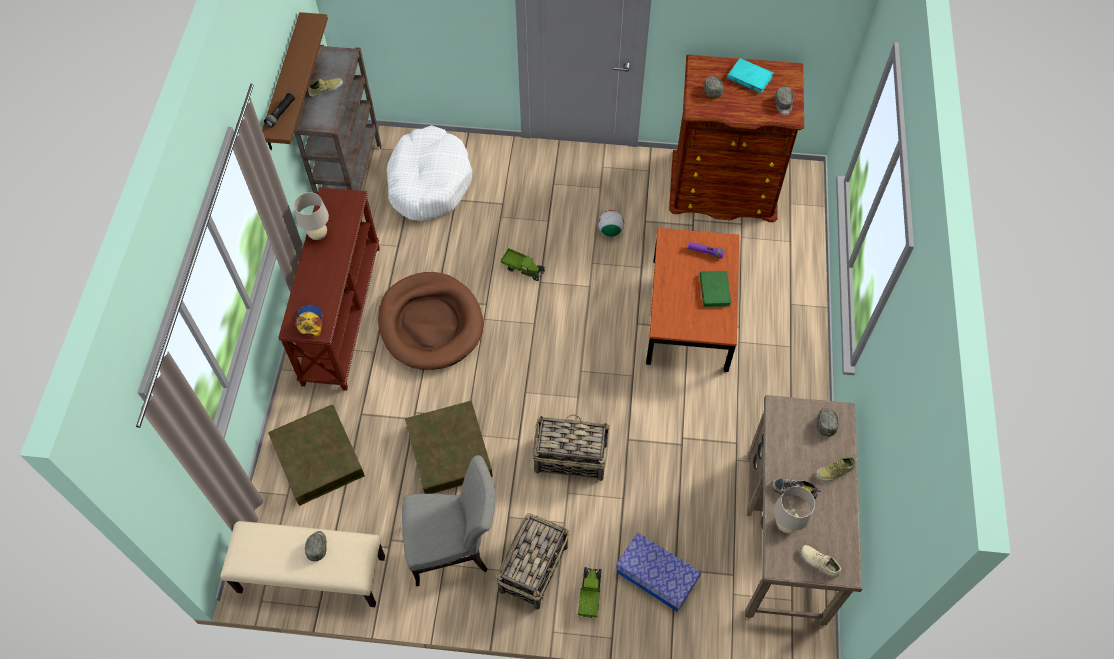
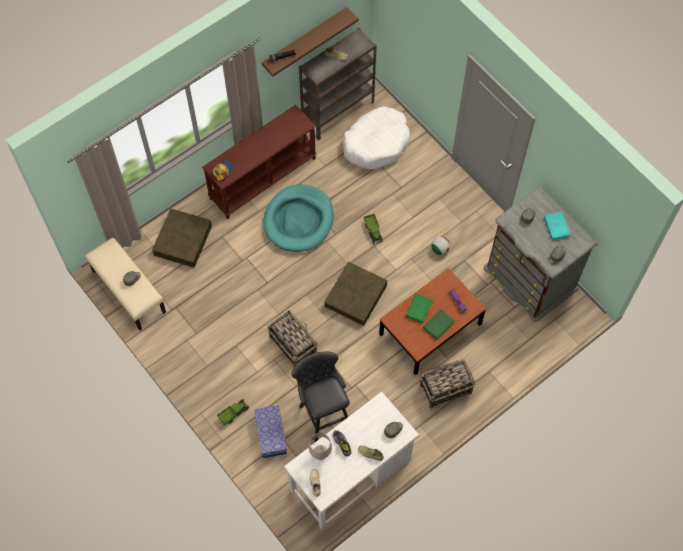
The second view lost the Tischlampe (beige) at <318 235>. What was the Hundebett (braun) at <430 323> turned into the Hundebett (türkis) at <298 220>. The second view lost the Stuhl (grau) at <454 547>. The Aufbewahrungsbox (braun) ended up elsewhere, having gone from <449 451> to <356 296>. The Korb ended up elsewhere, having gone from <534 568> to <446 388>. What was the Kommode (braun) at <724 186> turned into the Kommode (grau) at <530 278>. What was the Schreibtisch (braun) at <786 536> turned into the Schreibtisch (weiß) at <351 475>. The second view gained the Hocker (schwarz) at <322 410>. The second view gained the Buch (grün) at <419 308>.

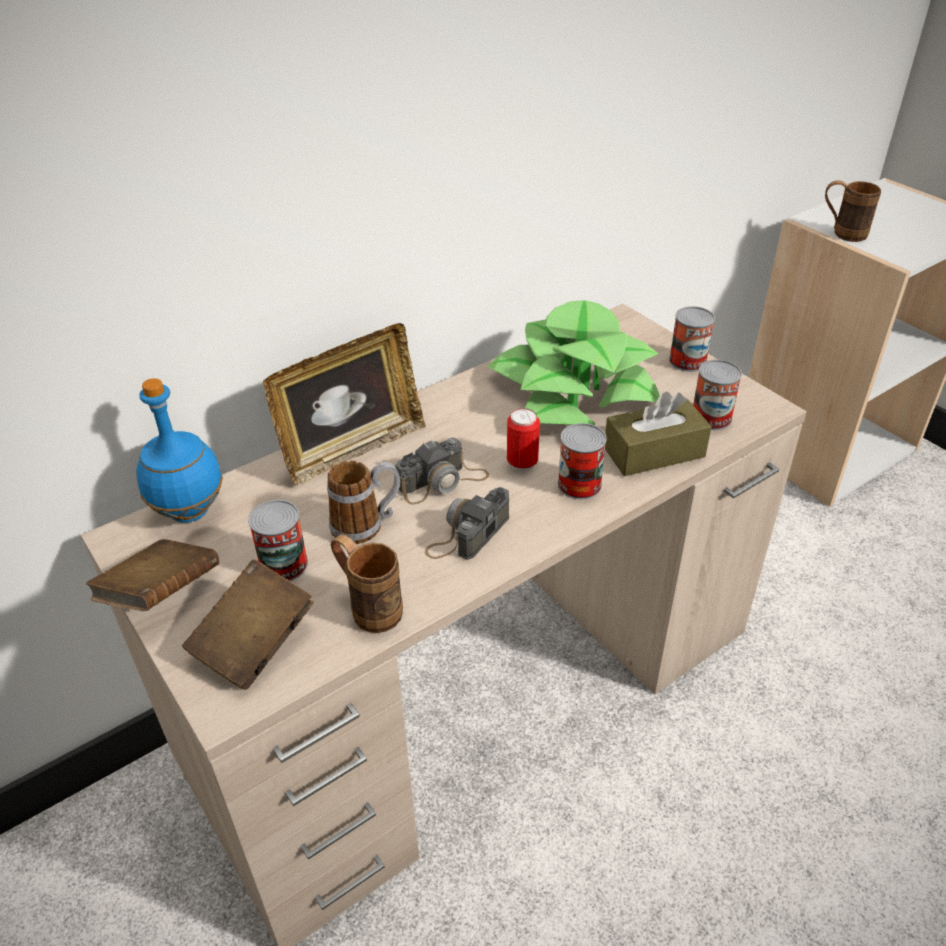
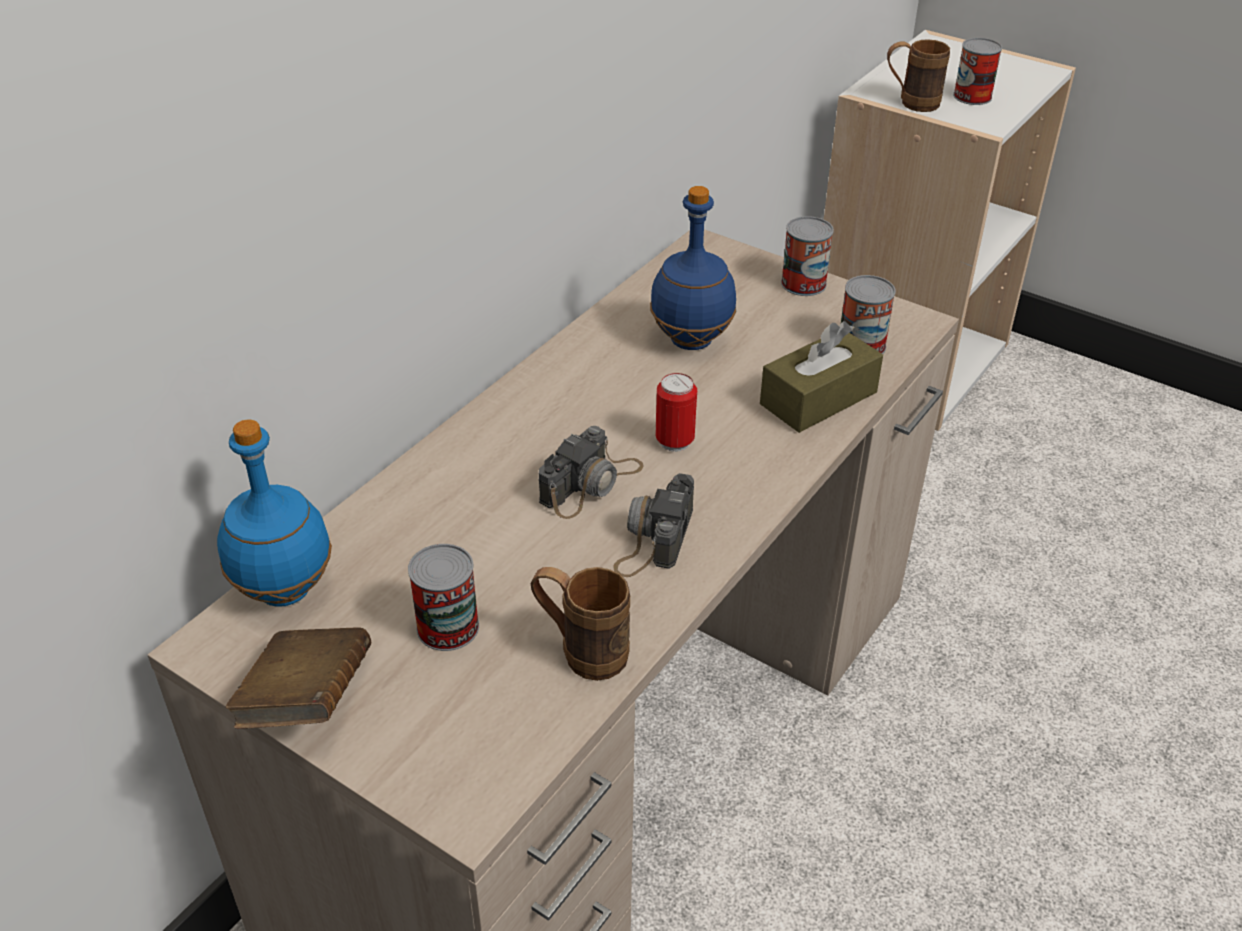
The second view lost the Buch (braun) at <254 643>. The second view lost the Bilderrahmen at <352 449>. The second view lost the Henkelbecher at <367 524>. Where the Topfpflanze stood at <574 389>, the Flasche (blau) came to stand at <690 341>. The Dose ended up elsewhere, having gone from <579 484> to <972 96>.

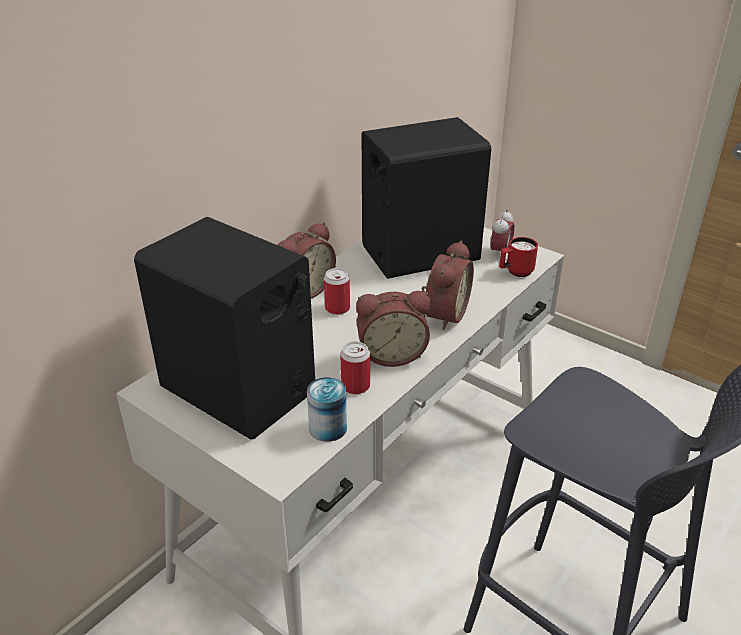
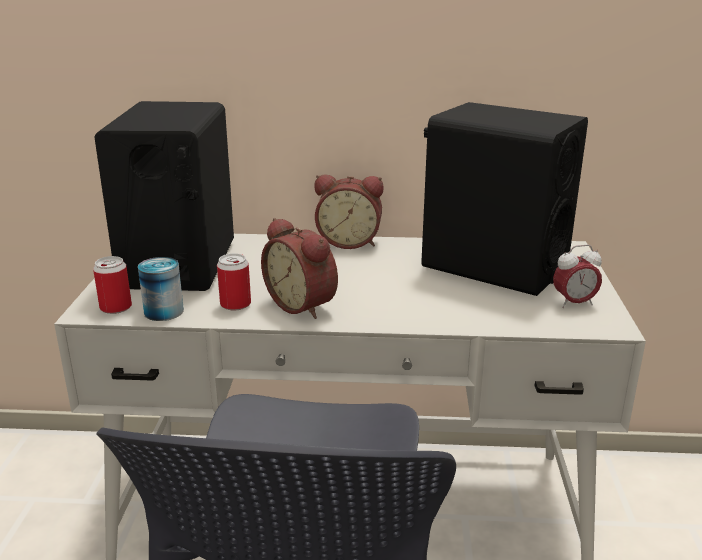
The Dose ended up elsewhere, having gone from <337 308> to <116 307>. The second view lost the Wecker at <443 314>. The second view lost the Henkelbecher (rot) at <515 272>.

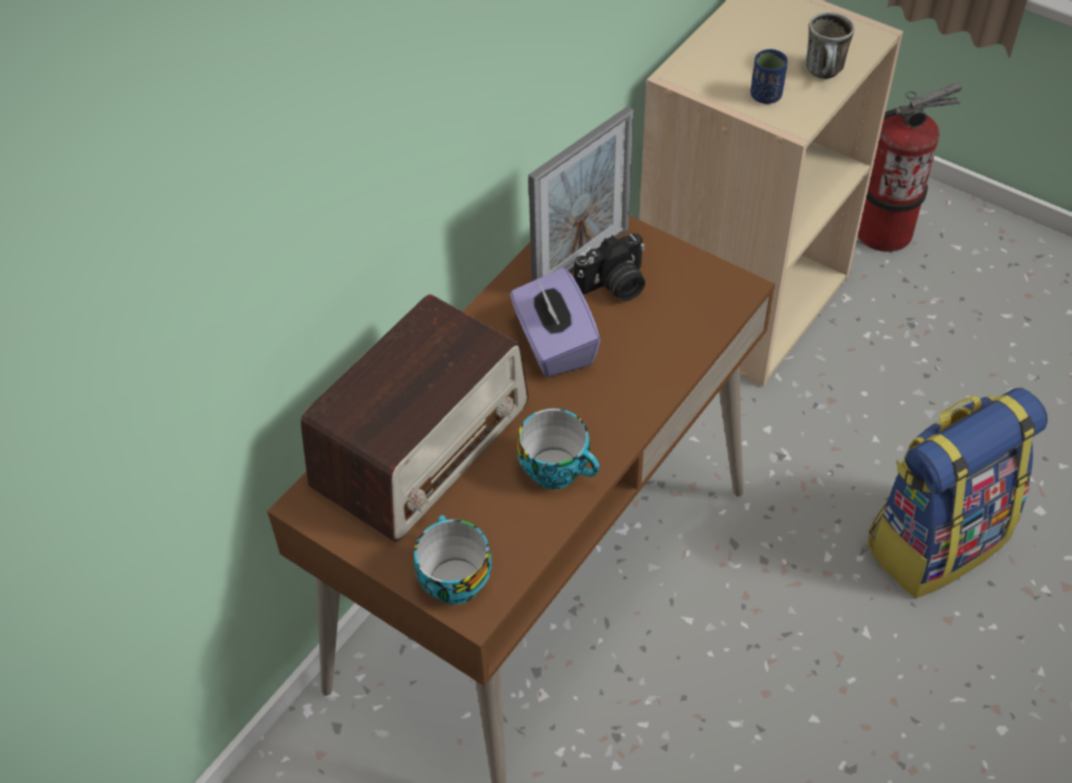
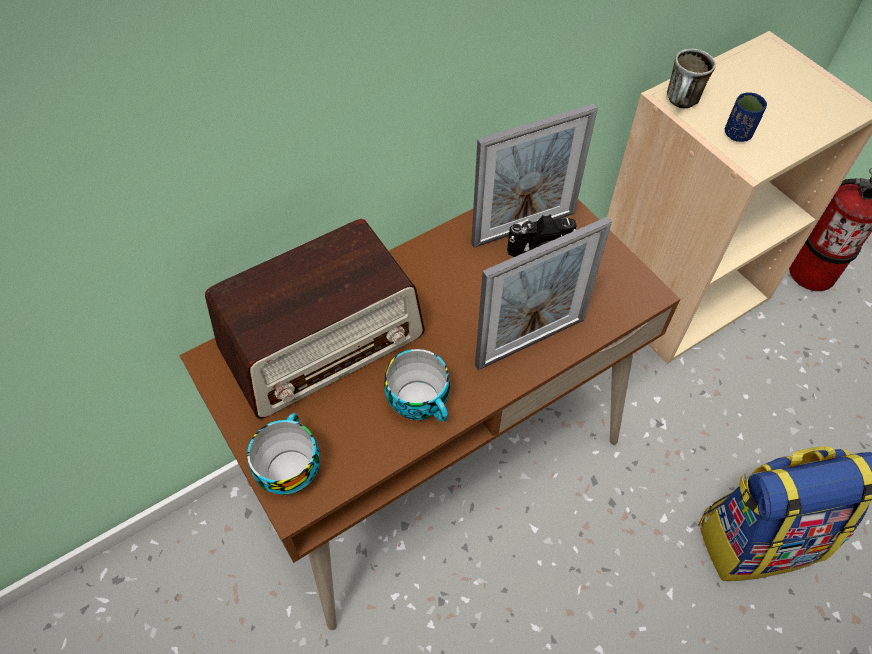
The second view lost the Taschentuchbox (lila) at <554 344>. The Henkelbecher ended up elsewhere, having gone from <826 74> to <682 104>. The second view gained the Bilderrahmen at <530 342>.

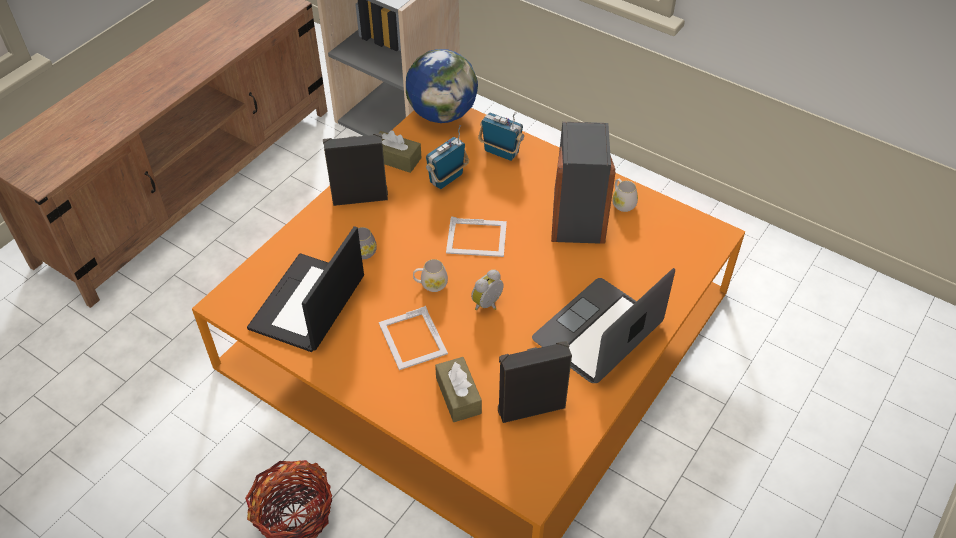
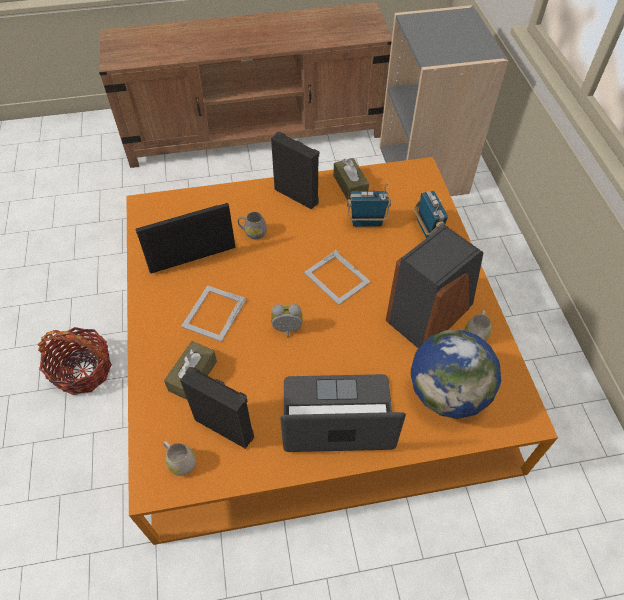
The Globus ended up elsewhere, having gone from <442 114> to <447 393>. The Henkelbecher (weiß) ended up elsewhere, having gone from <430 284> to <179 461>.

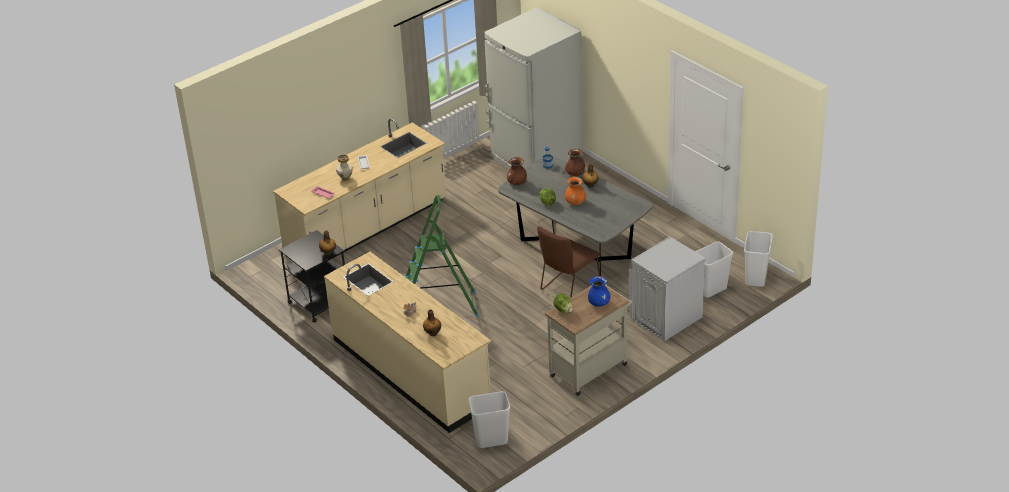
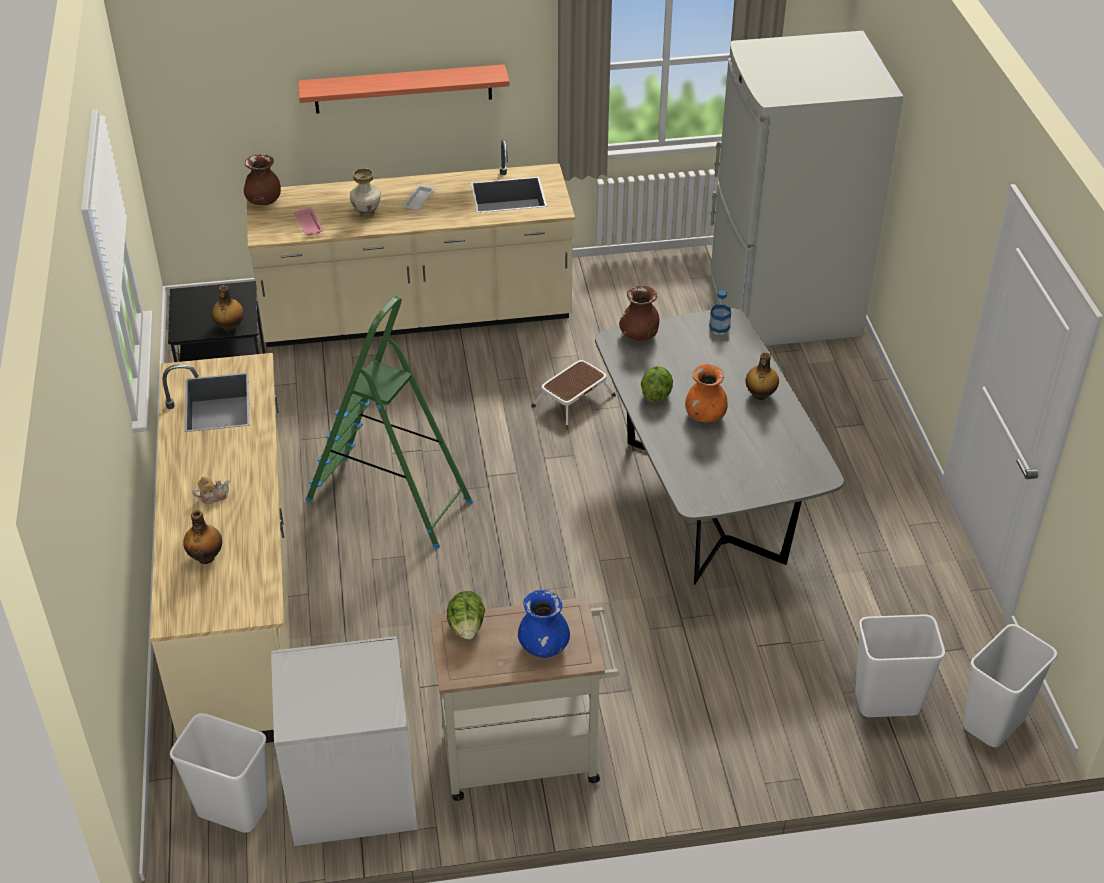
The second view lost the Stuhl (braun) at <568 286>. The Vase (braun) ended up elsewhere, having gone from <575 173> to <264 201>. The Waschmaschine (weiß) ended up elsewhere, having gone from <665 318> to <352 793>. The second view gained the Wandregal at <403 89>. The second view gained the Trittleiter (braun) at <574 401>.

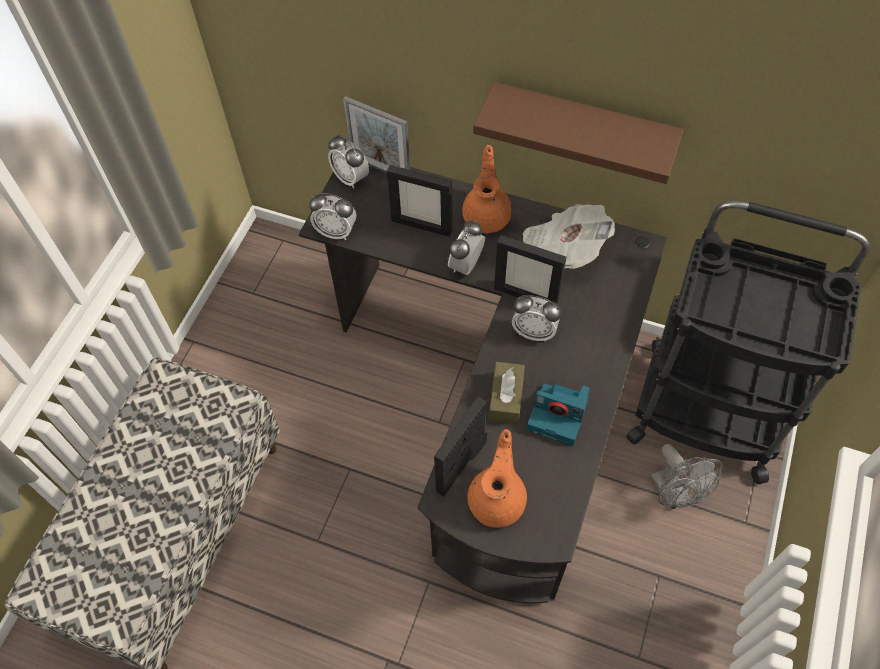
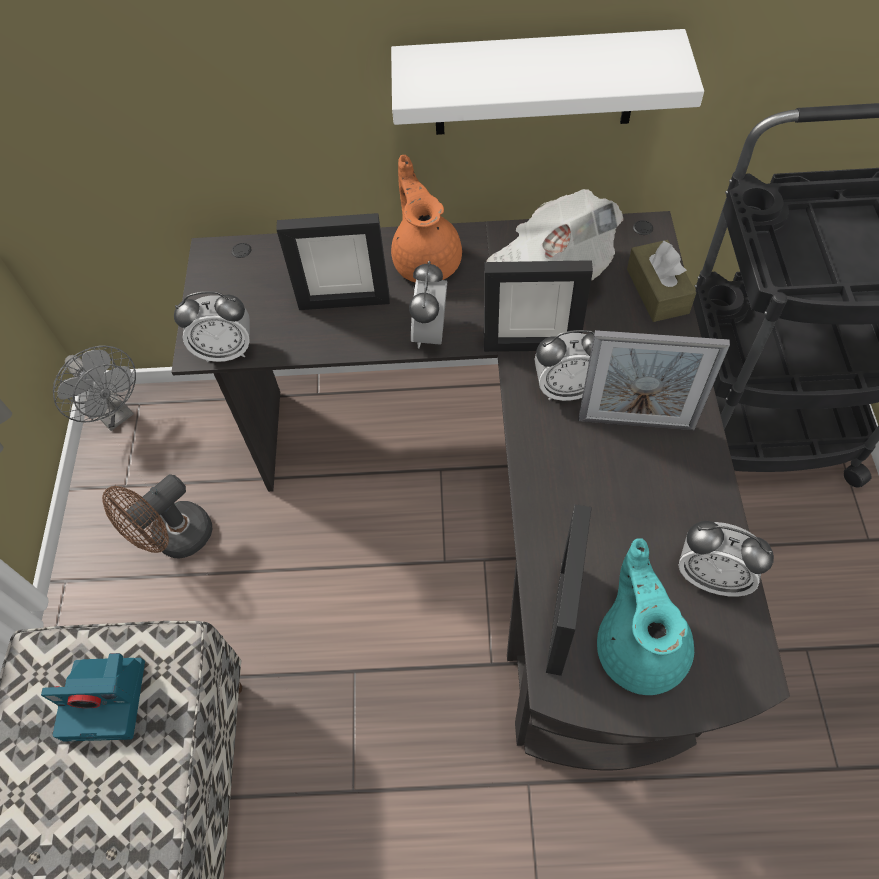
The Wecker ended up elsewhere, having gone from <350 178> to <711 576>. The Bilderrahmen ended up elsewhere, having gone from <380 169> to <636 423>. What was the Teekanne (orange) at <498 499> turned into the Teekanne (türkis) at <640 646>. What was the Wandregal (braun) at <582 130> turned into the Wandregal (weiß) at <534 84>. The Taschentuchbox (braun) ended up elsewhere, having gone from <506 398> to <657 291>. The Kamera ended up elsewhere, having gone from <559 415> to <107 699>. The Ventilator (grau) ended up elsewhere, having gone from <674 495> to <115 414>. The second view gained the Ventilator (braun) at <175 540>.

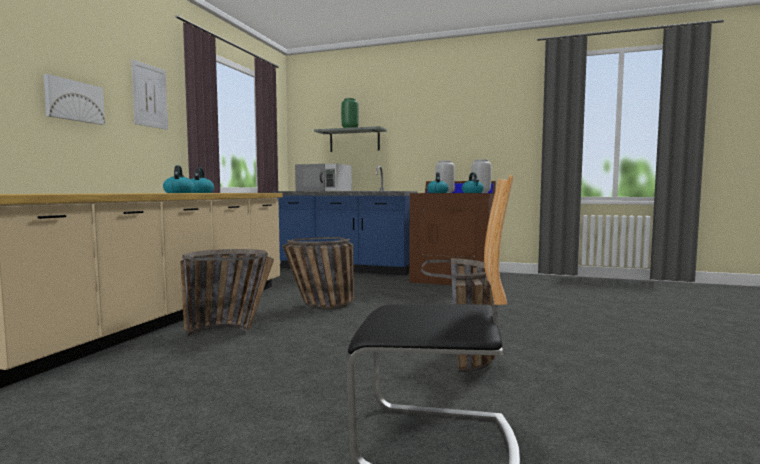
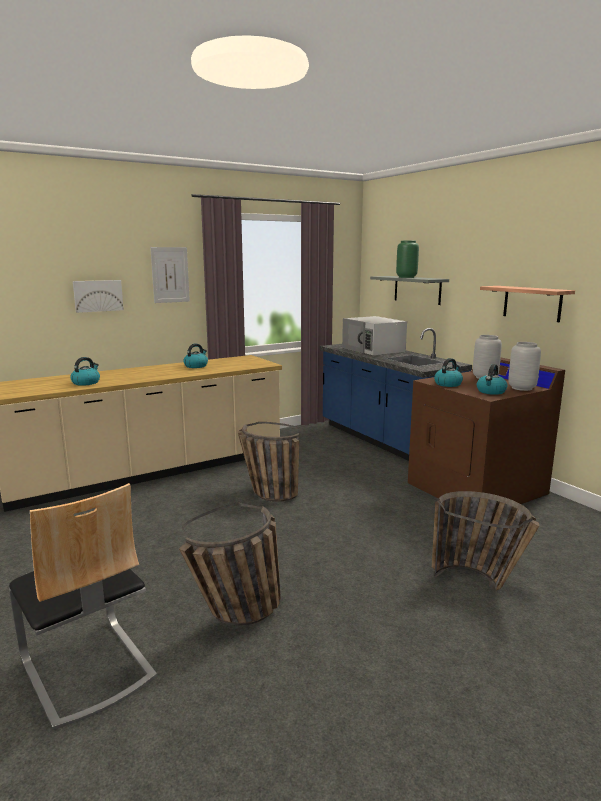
The Wasserkessel ended up elsewhere, having gone from <179 193> to <86 382>. The Korb ended up elsewhere, having gone from <232 331> to <480 583>. The second view gained the Wandregal at <532 303>.

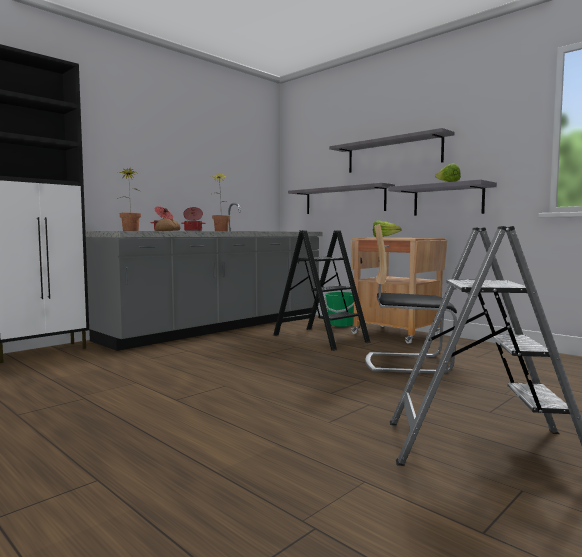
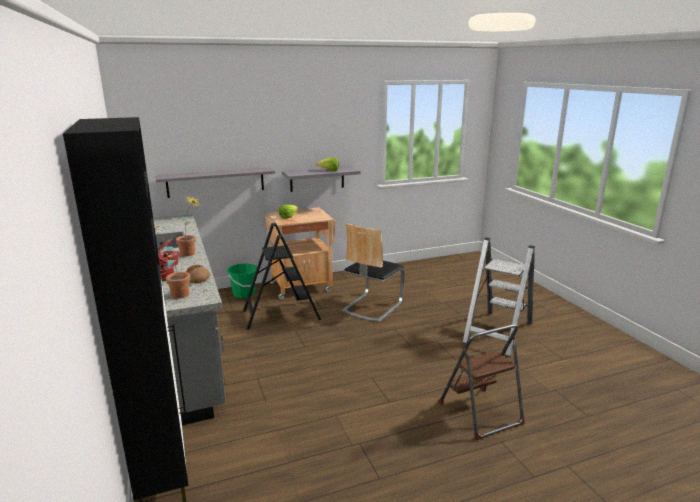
The second view lost the Wandregal (grau) at <393 154>. The second view gained the Trittleiter (braun) at <481 414>.

